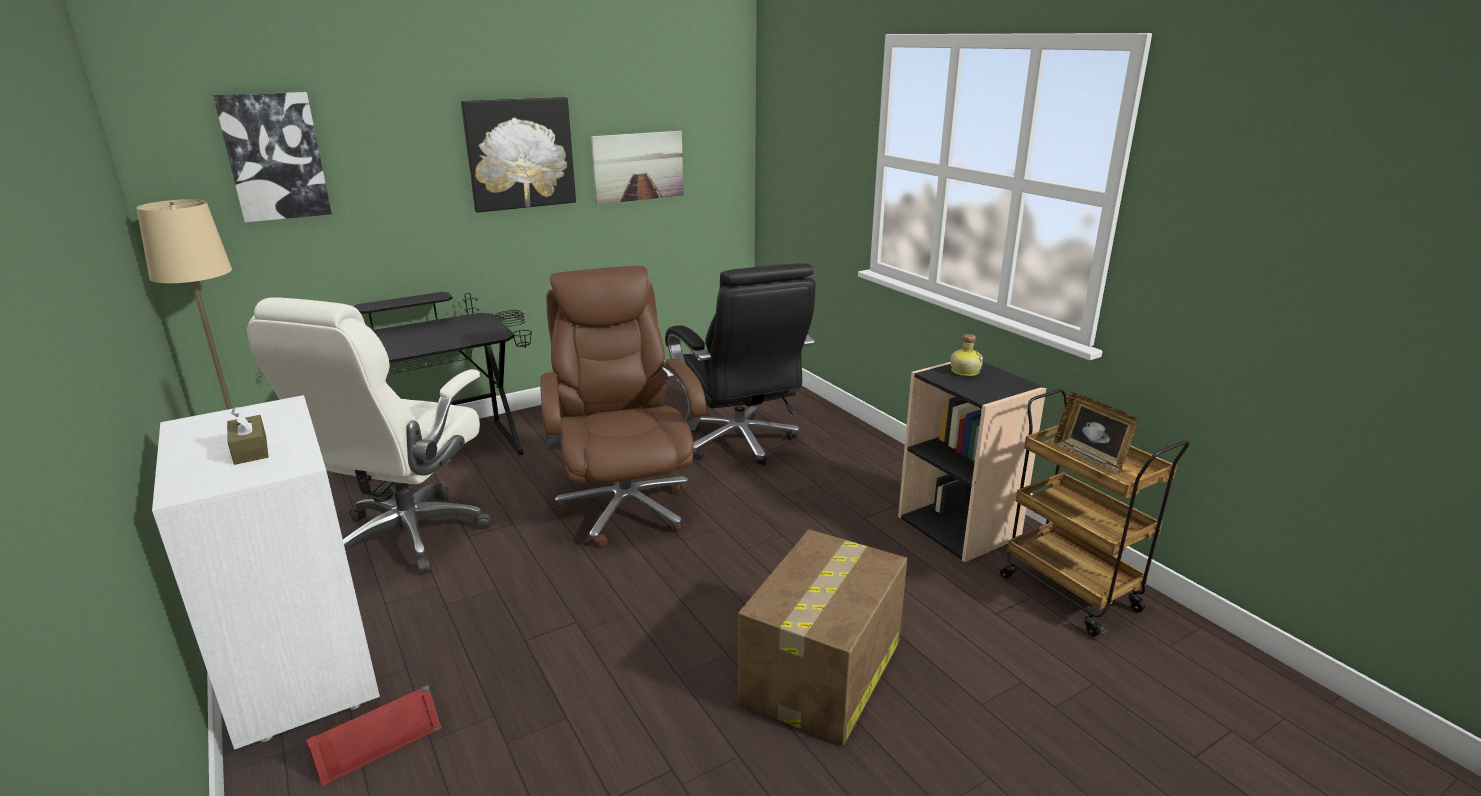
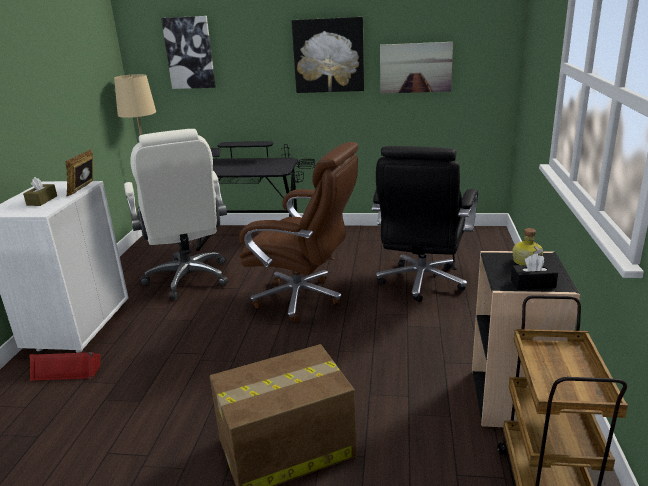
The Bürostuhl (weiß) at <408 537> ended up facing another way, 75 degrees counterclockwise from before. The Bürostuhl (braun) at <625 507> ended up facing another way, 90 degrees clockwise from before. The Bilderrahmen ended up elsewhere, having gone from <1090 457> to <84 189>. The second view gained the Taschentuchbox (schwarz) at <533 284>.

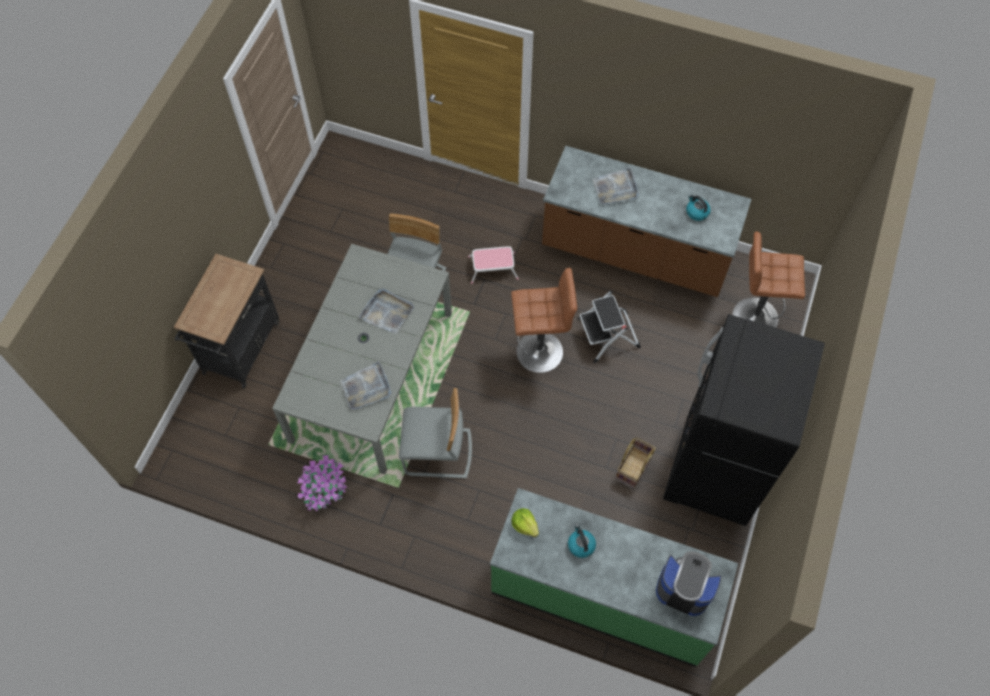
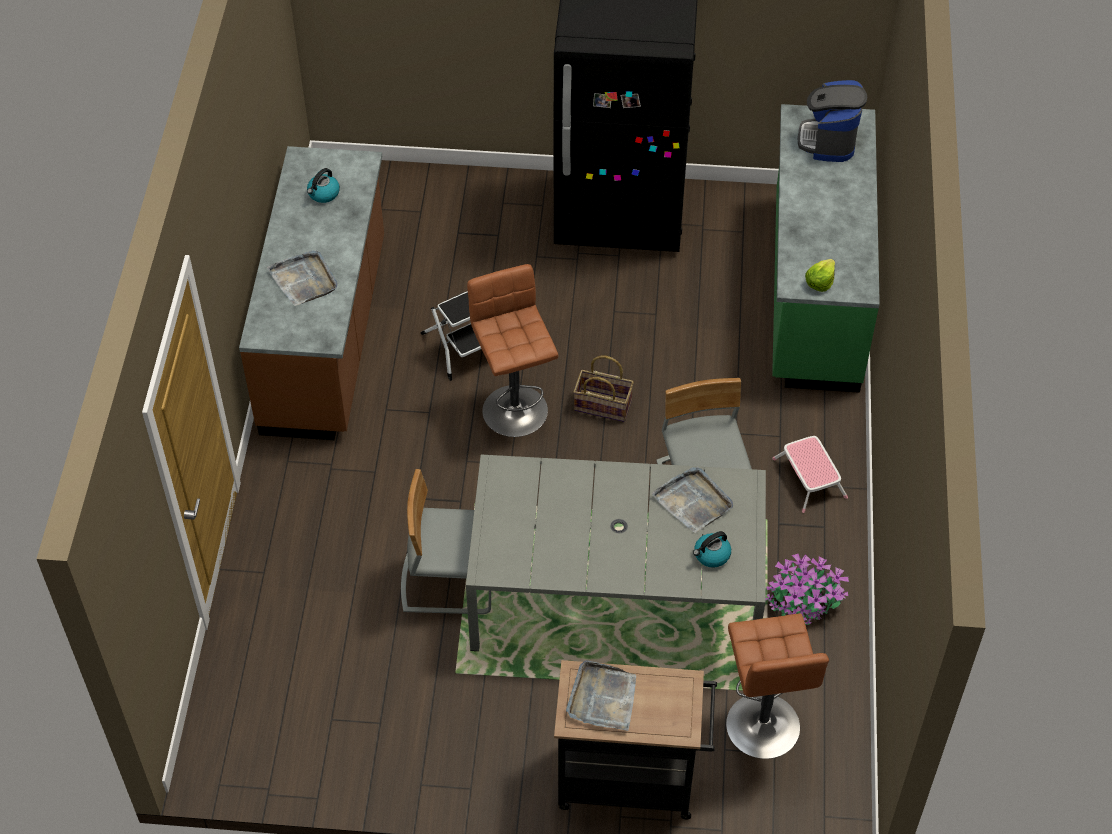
The Tablett (grau) ended up elsewhere, having gone from <387 312> to <602 698>. The Trittleiter (rosa) ended up elsewhere, having gone from <493 267> to <809 478>. The Wasserkessel ended up elsewhere, having gone from <580 545> to <711 555>. The Korb ended up elsewhere, having gone from <634 467> to <603 405>. The Hocker (braun) ended up elsewhere, having gone from <754 317> to <762 726>.

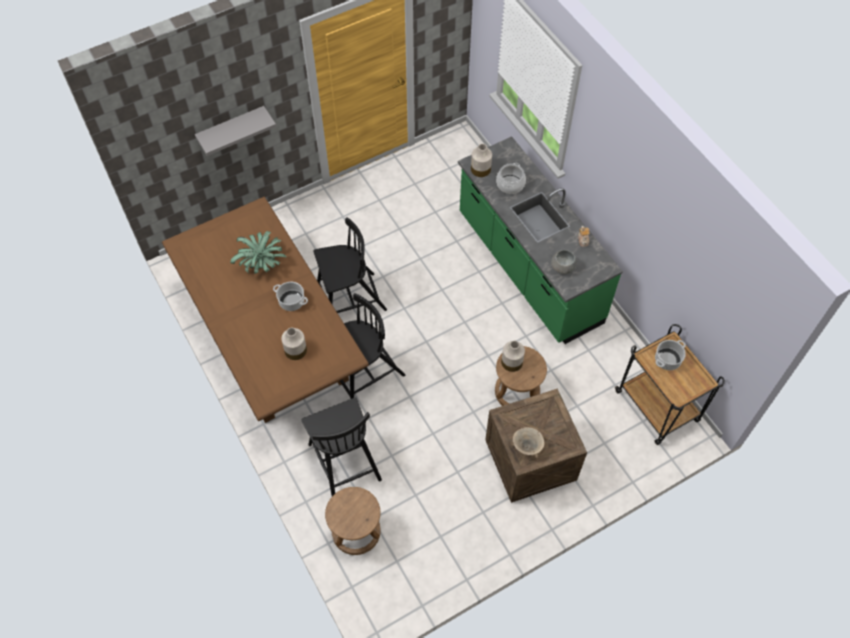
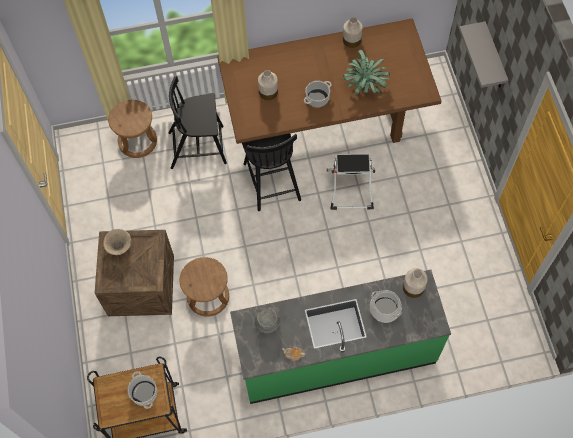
Where the Stuhl (schwarz) stood at <349 300>, the Trittleiter came to stand at <351 187>. The Vase (beige) ended up elsewhere, having gone from <511 362> to <352 39>.

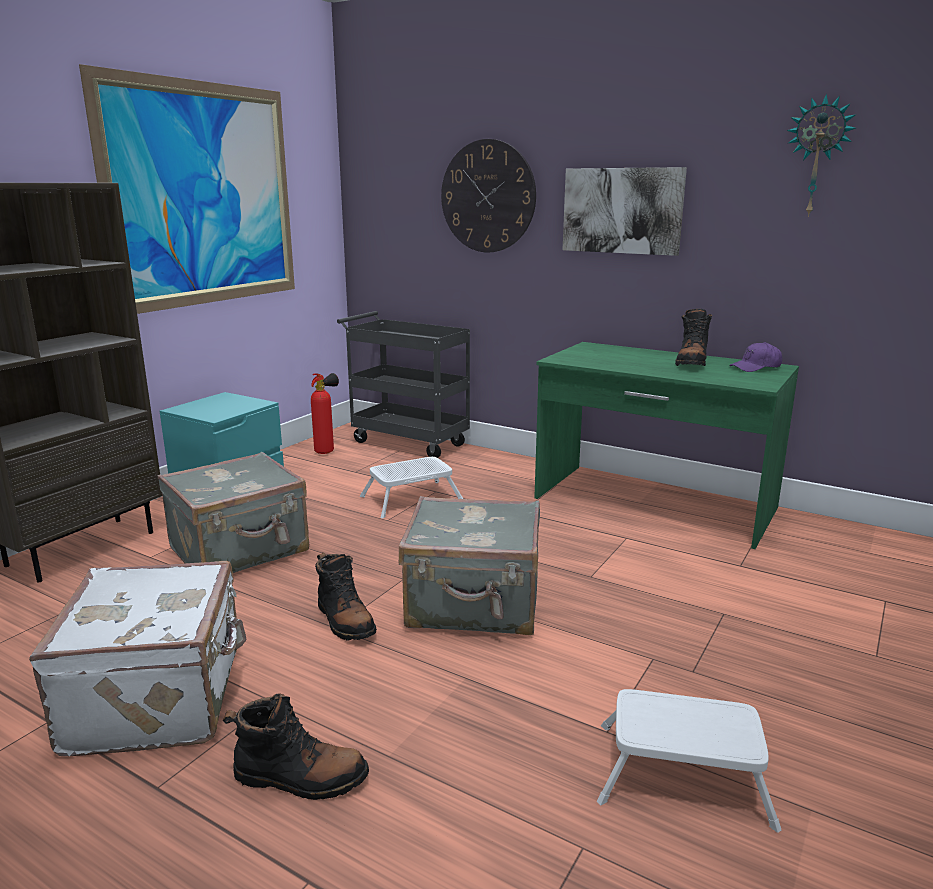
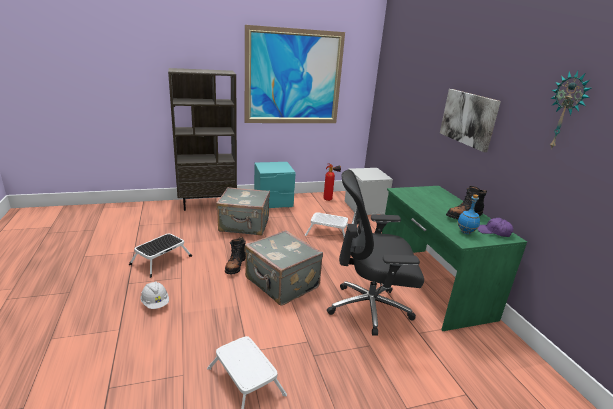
Where the Koffer (weiß) stood at <161 697>, the Trittleiter (schwarz) came to stand at <161 260>. Where the Stiefel (schwarz) stood at <300 778>, the Schutzhelm (weiß) came to stand at <155 303>. Where the Rollwagen (grau) stood at <407 444>, the Nachttisch (weiß) came to stand at <365 208>. The second view lost the Wanduhr at <488 196>. The second view gained the Bürostuhl at <370 308>. The second view gained the Flasche (blau) at <466 232>.

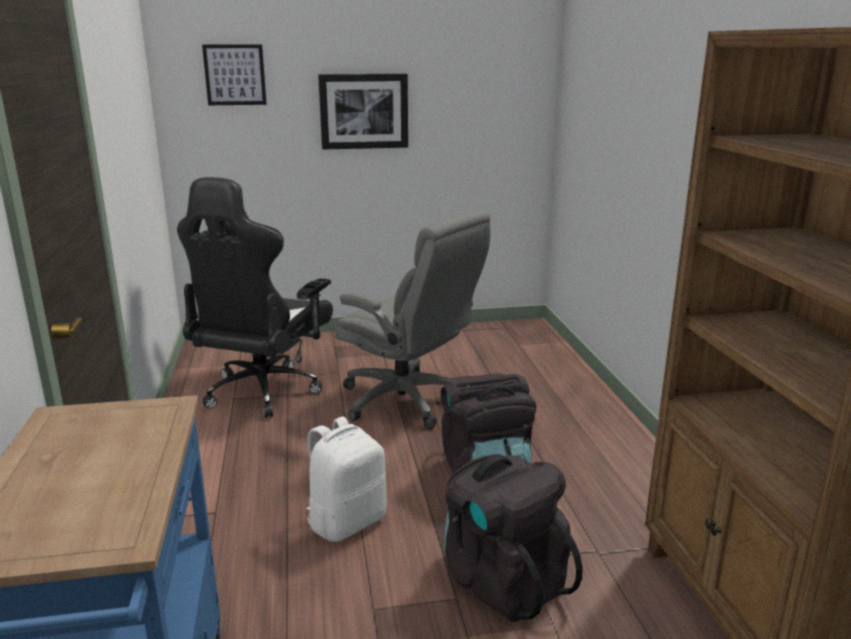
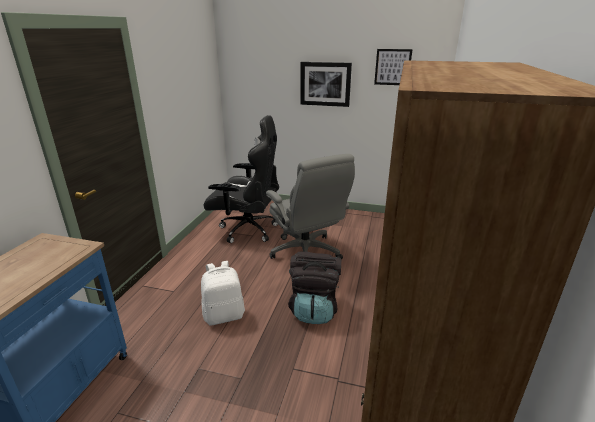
The Bürostuhl (schwarz) at <265 388> ended up facing another way, 120 degrees counterclockwise from before. The Bild ended up elsewhere, having gone from <235 75> to <392 67>. The second view lost the Rucksack (schwarz) at <502 580>.

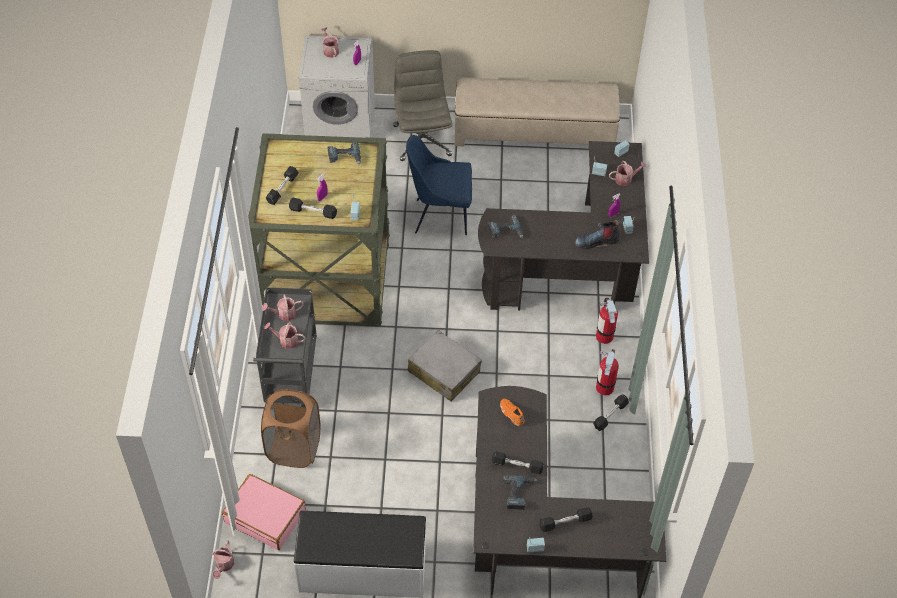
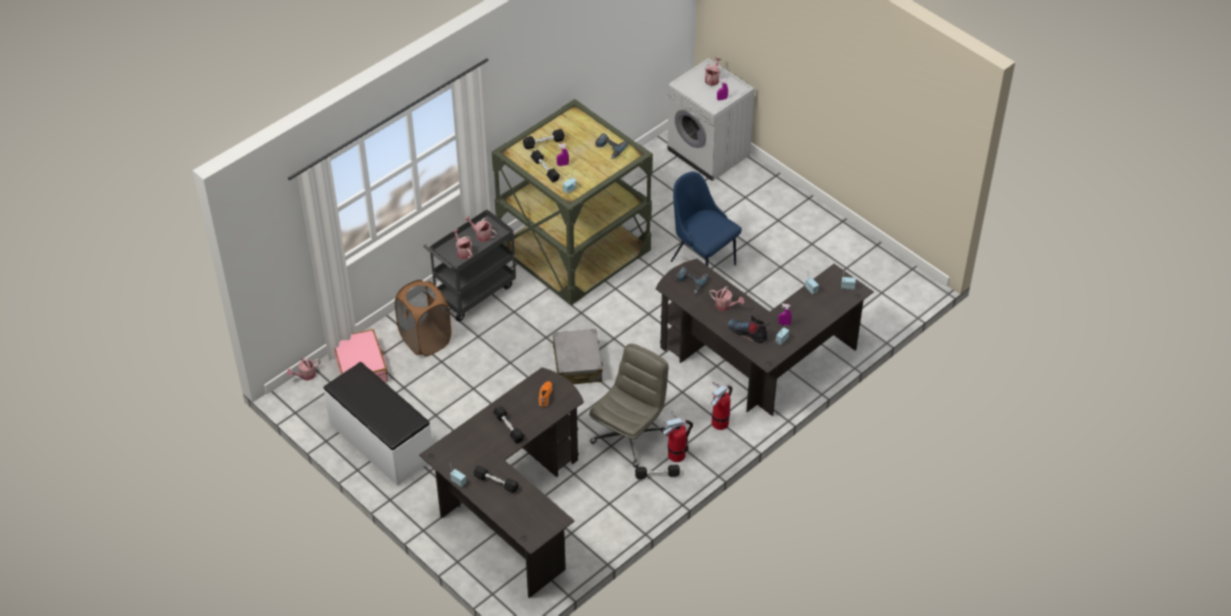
The Bürostuhl (grau) ended up elsewhere, having gone from <422 140> to <629 436>. The second view lost the Bank (beige) at <535 131>. The second view lost the Bohrmaschine at <519 493>. The Gießkanne ended up elsewhere, having gone from <625 179> to <725 306>.

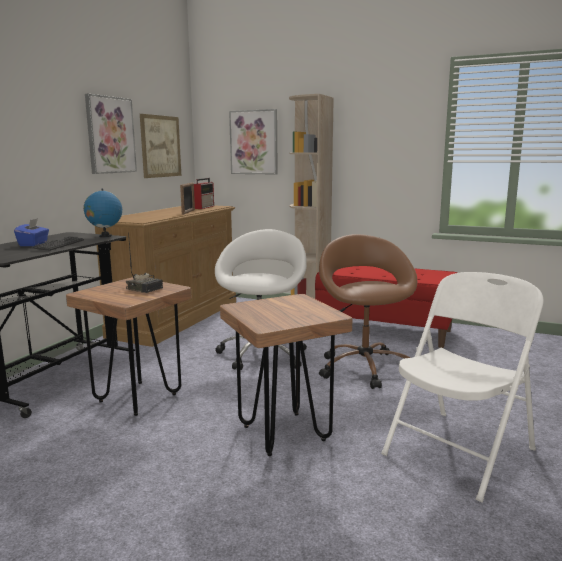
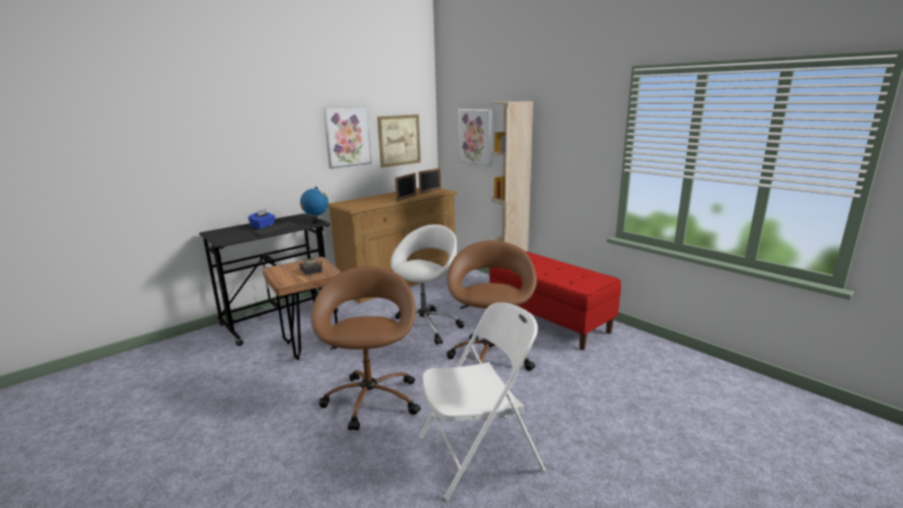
Where the Radio stood at <203 207>, the Bilderrahmen came to stand at <430 191>. Where the Hocker (braun) stood at <284 433>, the Bürostuhl (braun) came to stand at <372 399>.

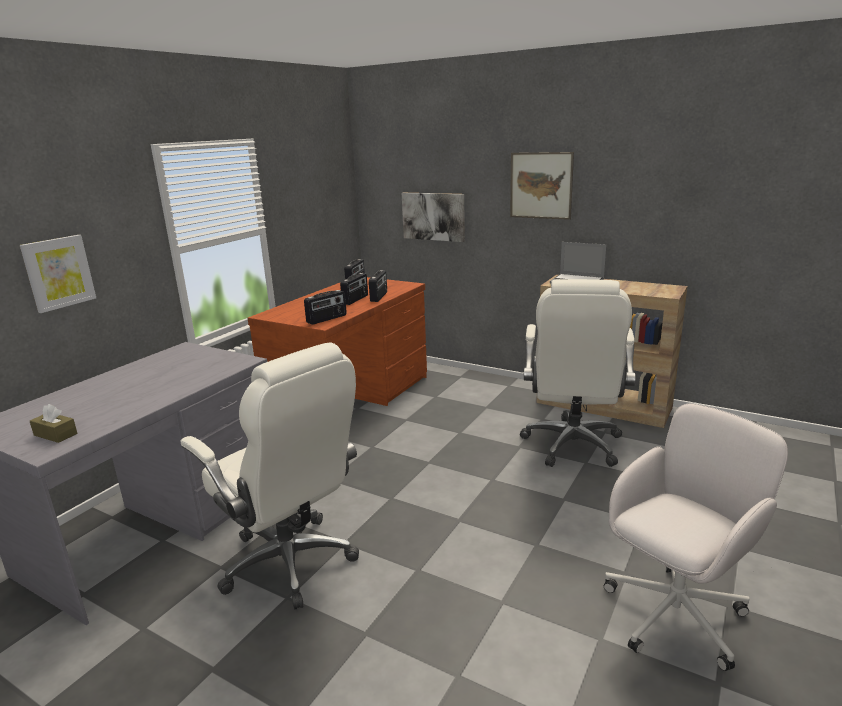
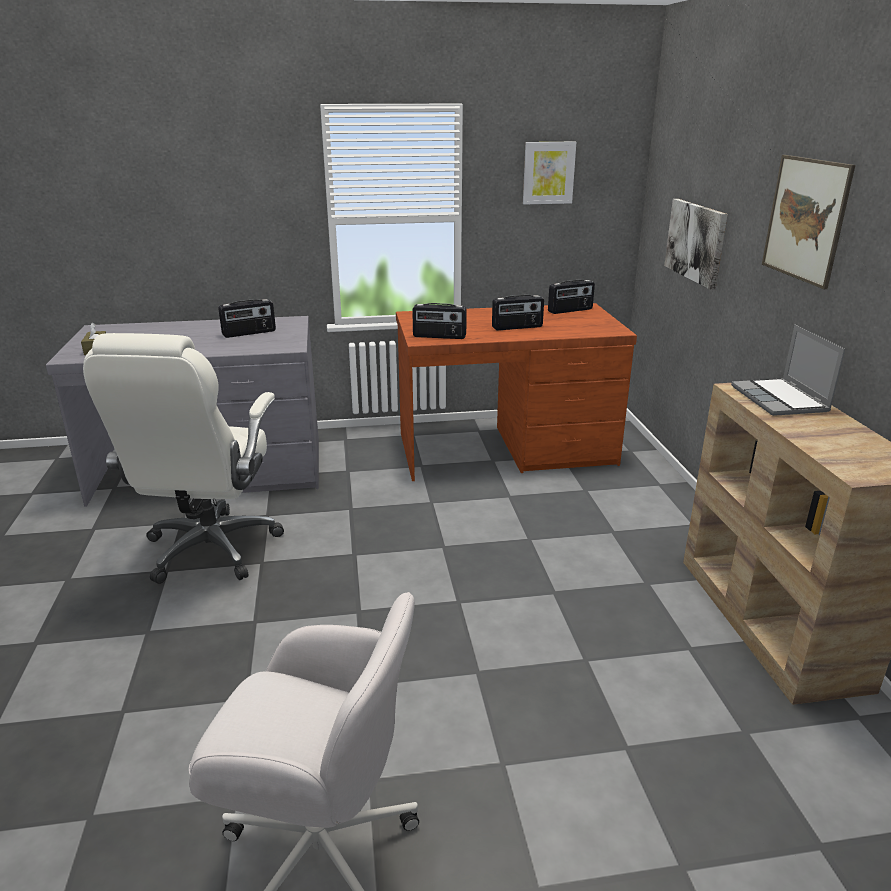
The Bild ended up elsewhere, having gone from <58 272> to <548 173>. The Radio ended up elsewhere, having gone from <379 297> to <249 333>. The second view lost the Bürostuhl (weiß) at <572 445>.

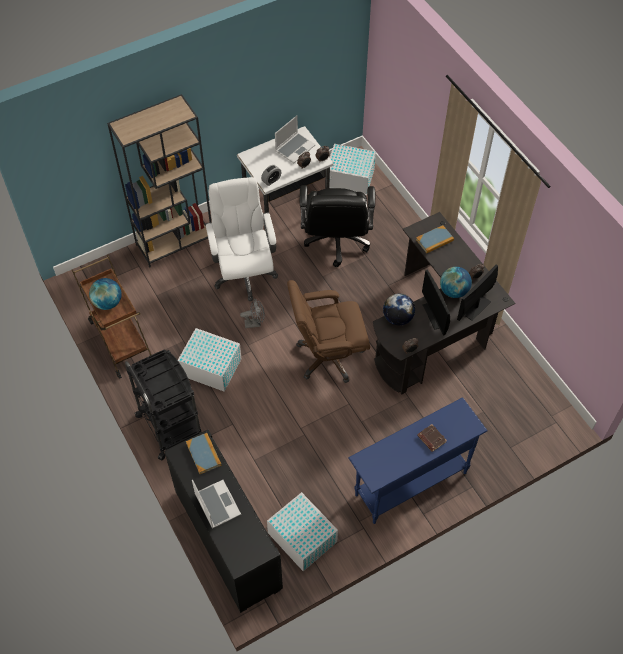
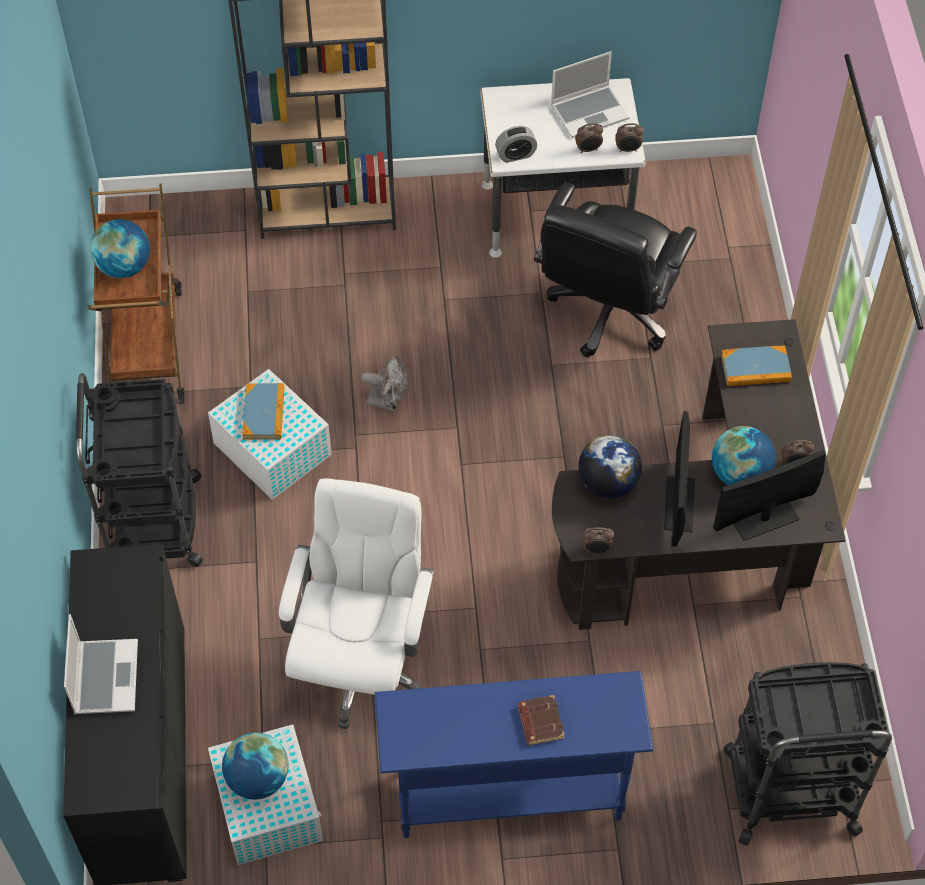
The Buch ended up elsewhere, having gone from <203 454> to <264 413>. The Bürostuhl (weiß) ended up elsewhere, having gone from <244 273> to <360 662>. The second view lost the Bürostuhl (braun) at <328 357>. The second view lost the Aufbewahrungsbox (weiß) at <350 178>. The second view gained the Globus at <258 779>. The second view gained the Rollwagen (schwarz) at <790 790>.

